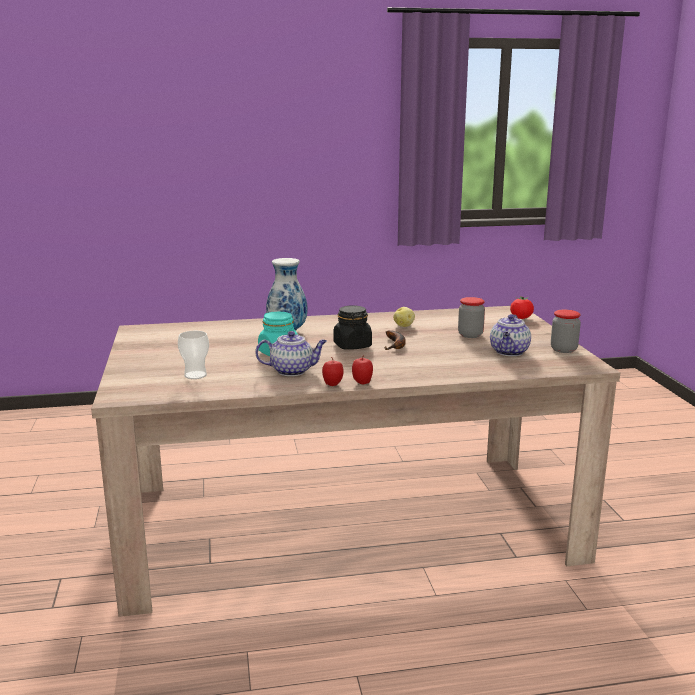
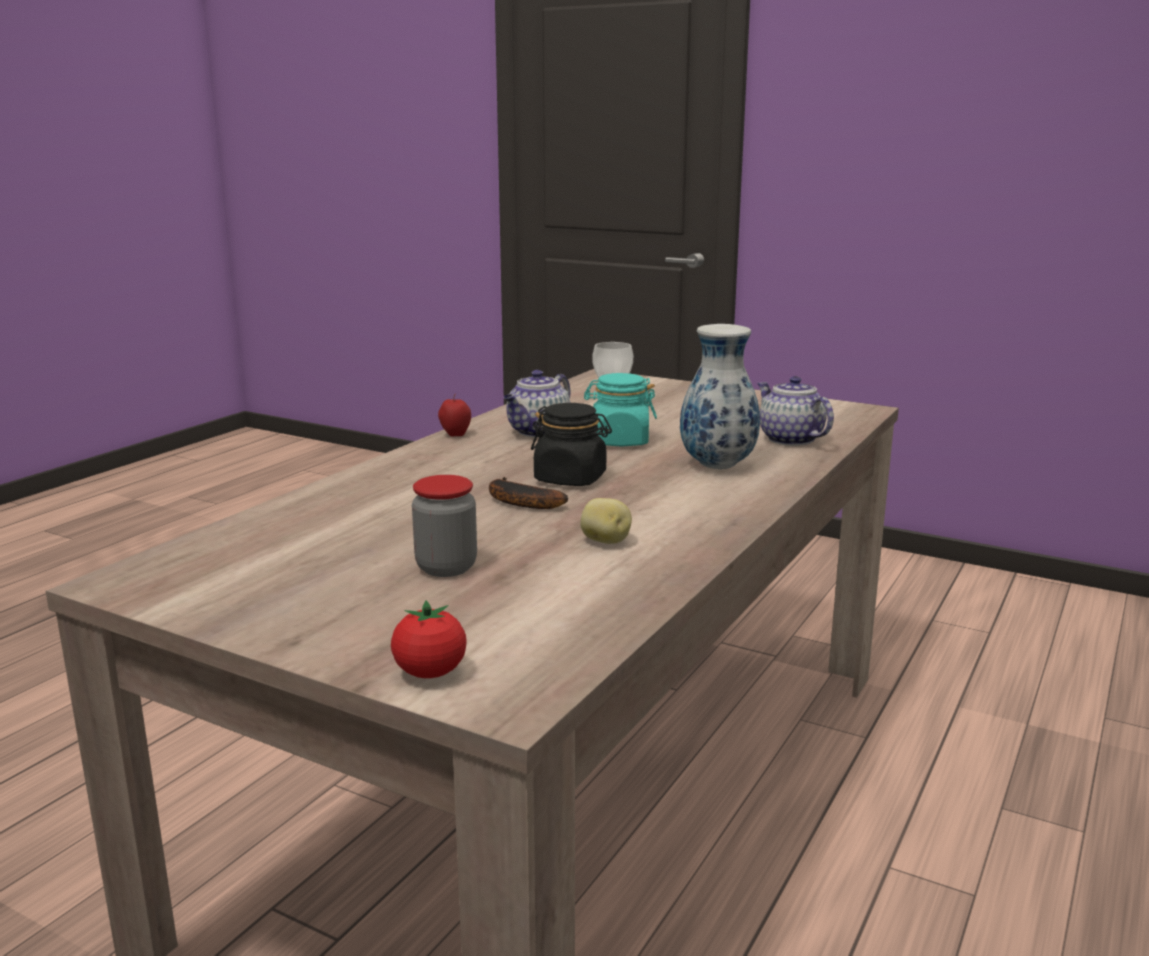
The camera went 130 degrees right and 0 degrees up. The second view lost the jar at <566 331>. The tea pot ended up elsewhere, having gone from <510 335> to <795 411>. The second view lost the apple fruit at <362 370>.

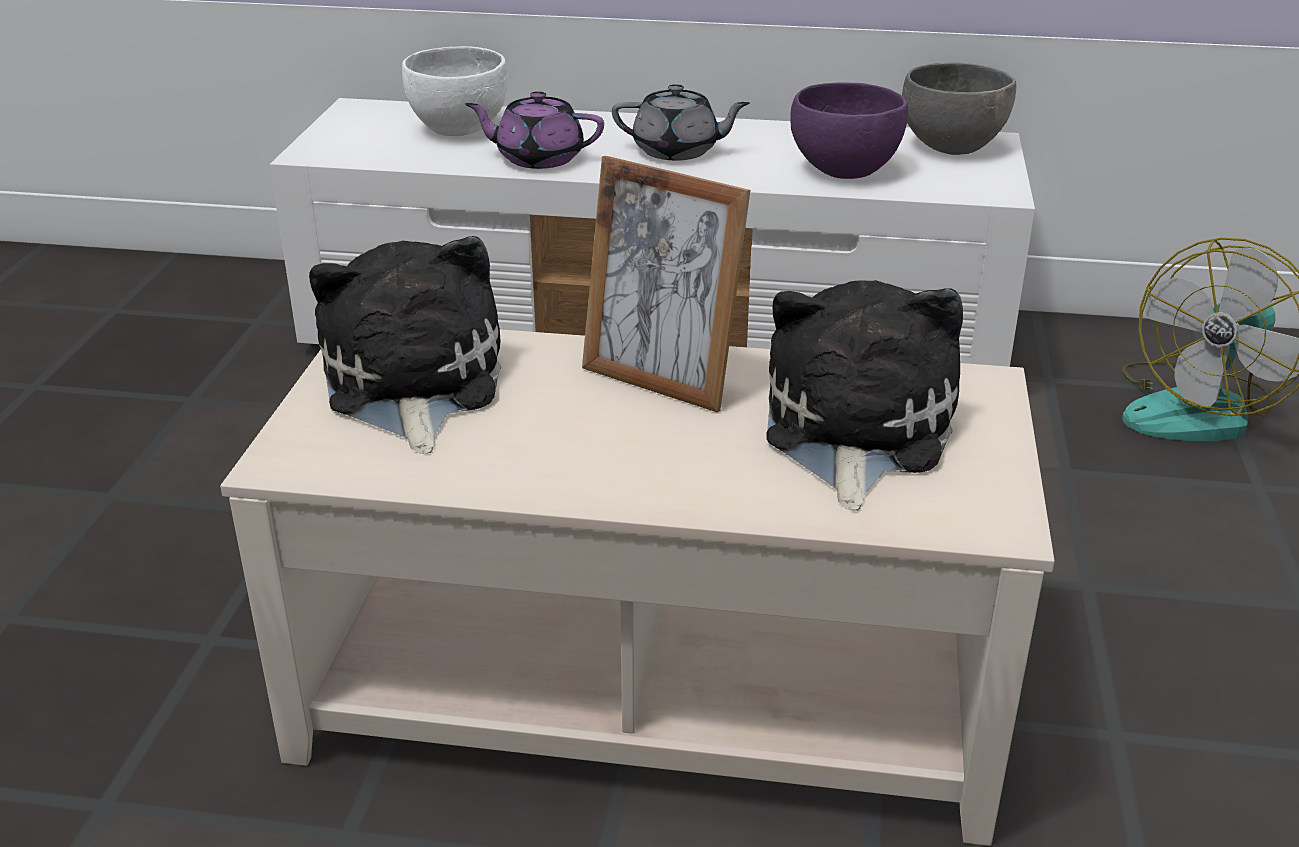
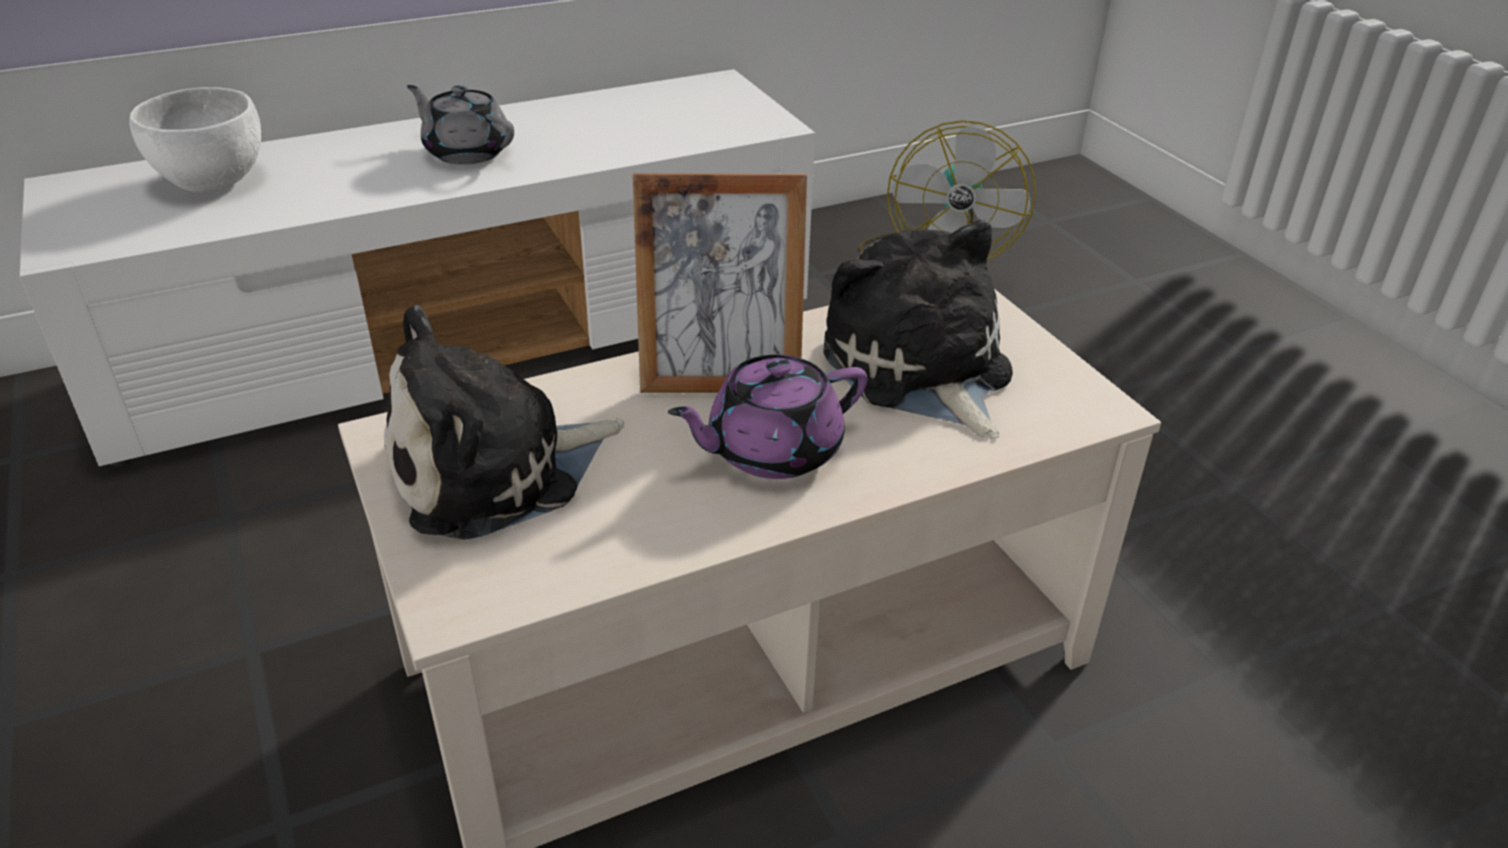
The camera went 35 degrees left and 5 degrees up. The second view lost the greyish deep dish at <959 108>. The second view lost the purple deep dish at <849 131>. The greyish tea pot at <681 122> ended up facing another way, 120 degrees counterclockwise from before. The purple tea pot ended up elsewhere, having gone from <534 130> to <768 417>. The soft toy at <405 345> ended up facing another way, 75 degrees counterclockwise from before.

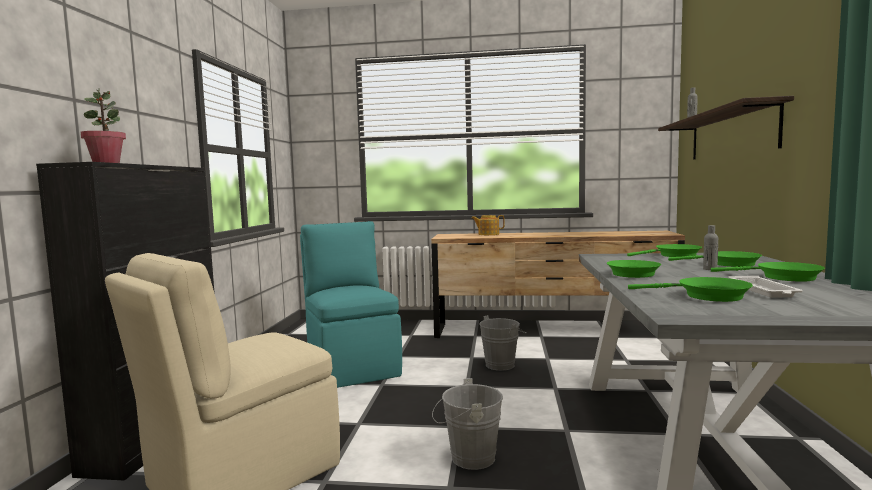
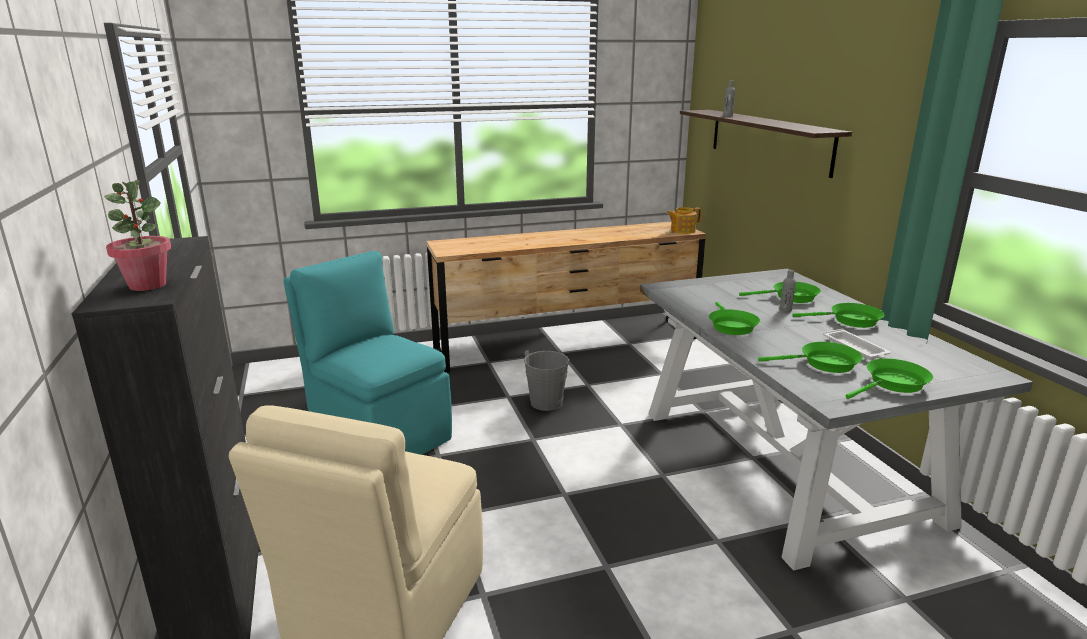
The camera went 25 degrees left and 15 degrees up. The tea pot ended up elsewhere, having gone from <488 225> to <684 220>. The green-coloured frying pan ended up elsewhere, having gone from <664 250> to <889 378>. The second view lost the greyish water bucket at <467 424>.

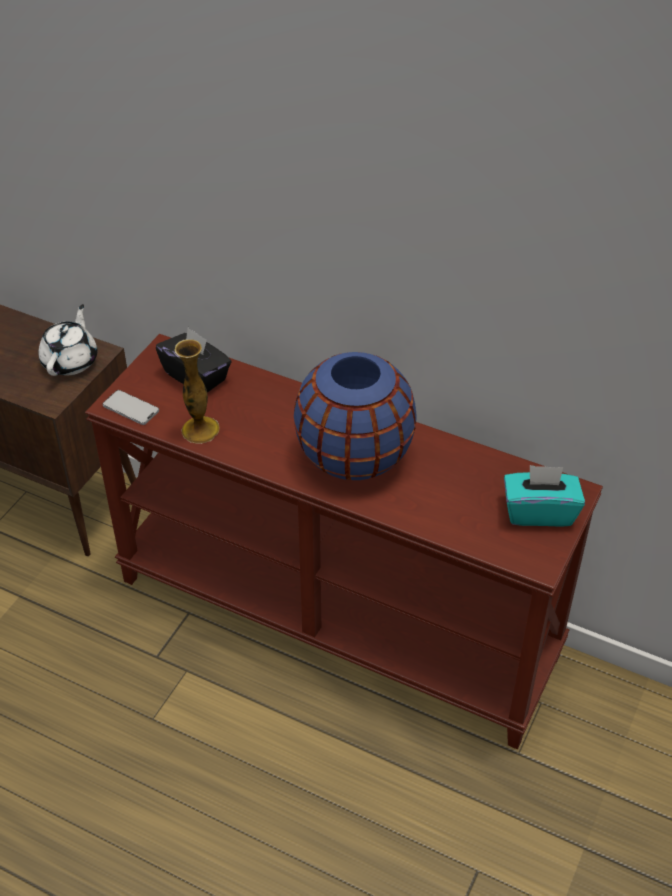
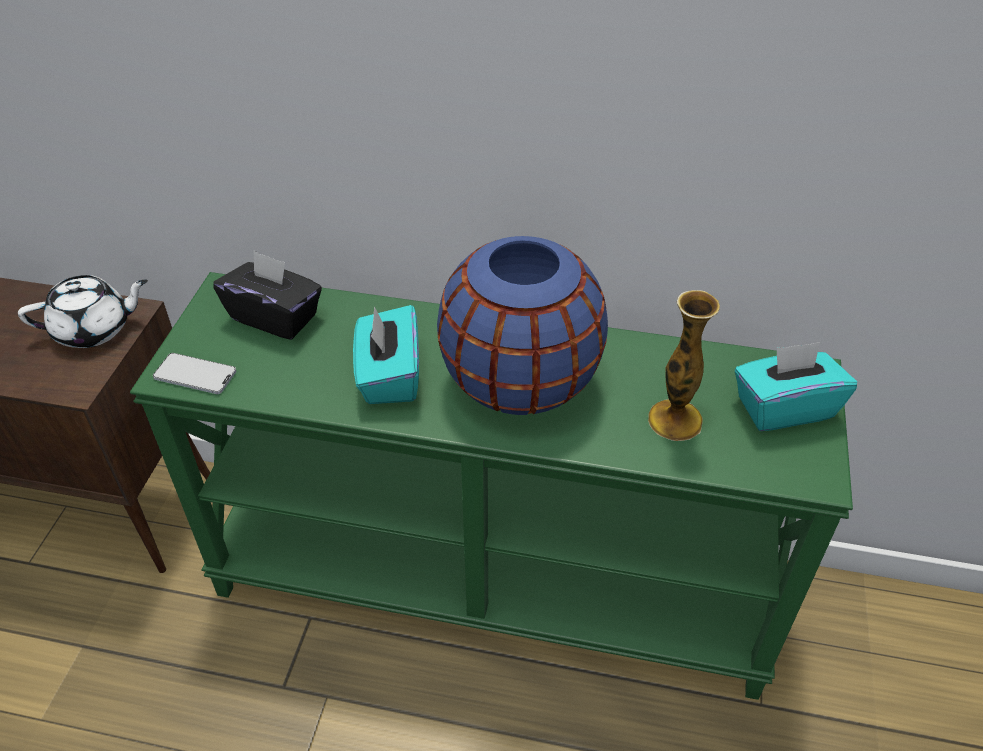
The camera went 15 degrees left and 0 degrees up. The whitish tea pot at <67 340> ended up facing another way, 75 degrees clockwise from before. What was the brown-coloured console table at <344 542> turned into the green-coloured console table at <491 486>. The decorative vase ended up elsewhere, having gone from <197 391> to <684 365>. The second view gained the blue-green tissue box at <386 354>.

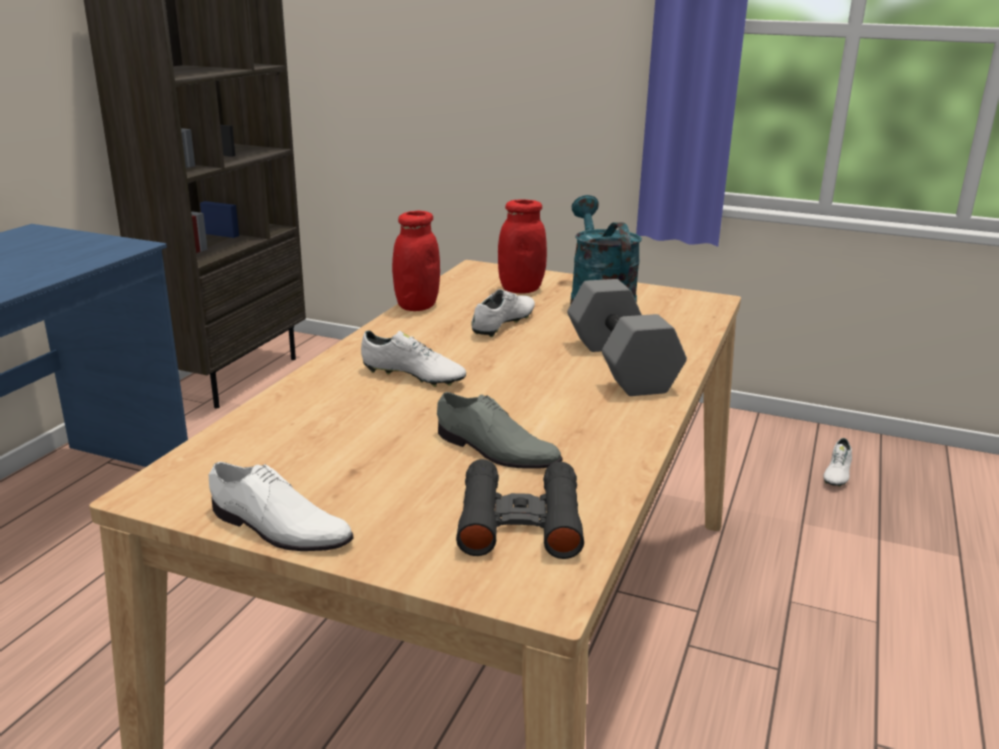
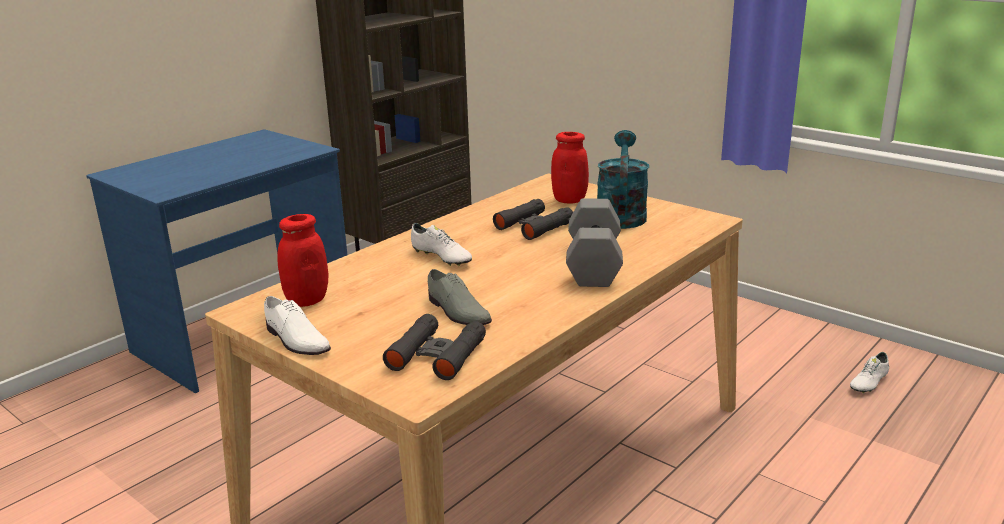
The camera went 20 degrees right and 0 degrees up. The red jar ended up elsewhere, having gone from <416 261> to <302 260>. Where the whitish shoe stood at <503 313>, the black field glasses came to stand at <533 219>.

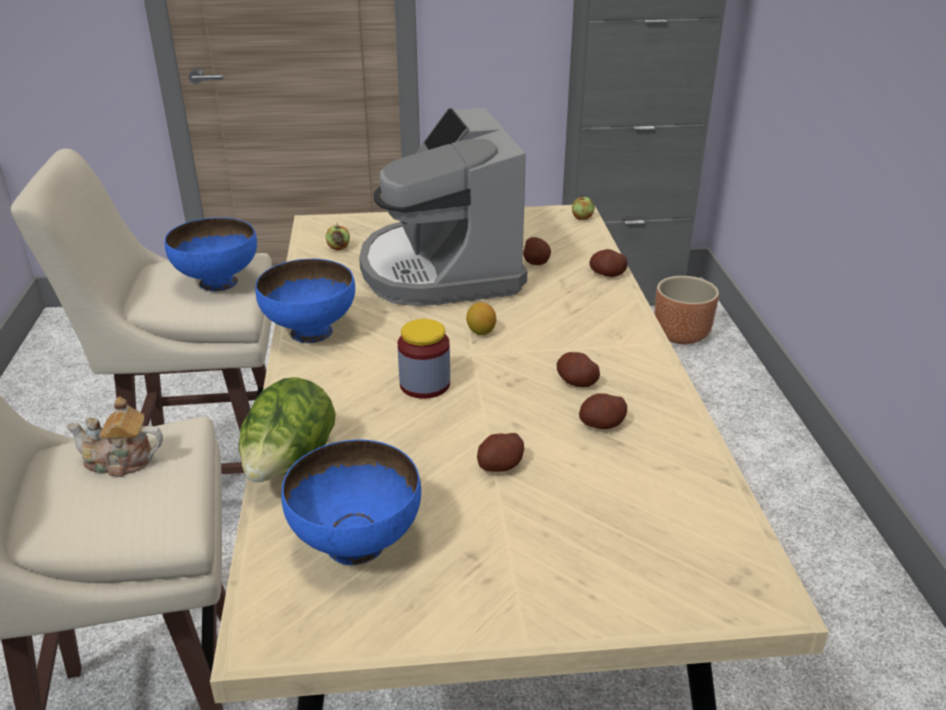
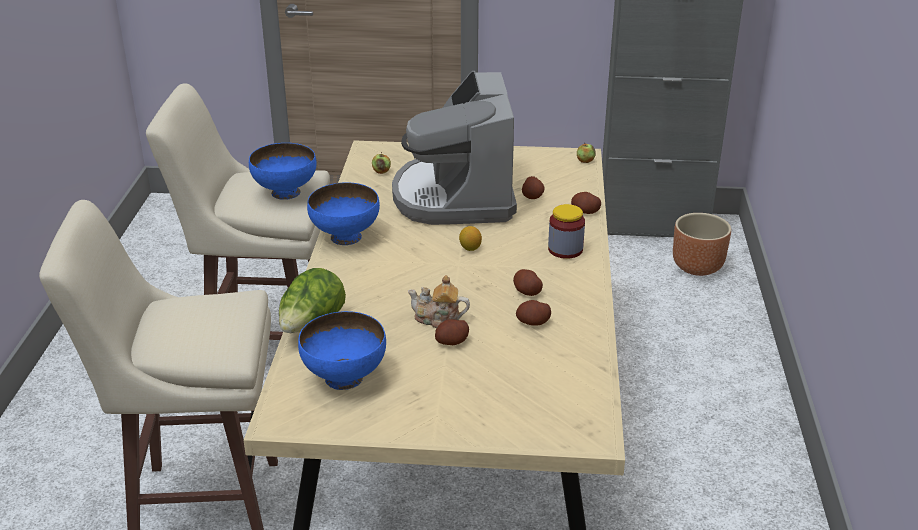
The camera went 10 degrees right and 0 degrees up. The jar ended up elsewhere, having gone from <424 359> to <566 231>. The tea pot ended up elsewhere, having gone from <114 437> to <439 301>.

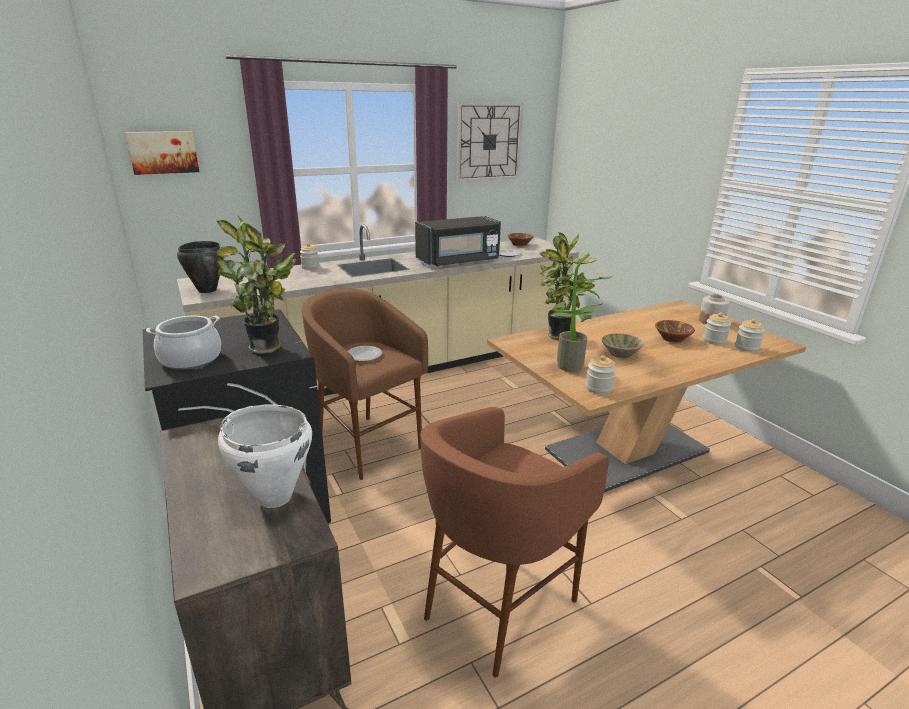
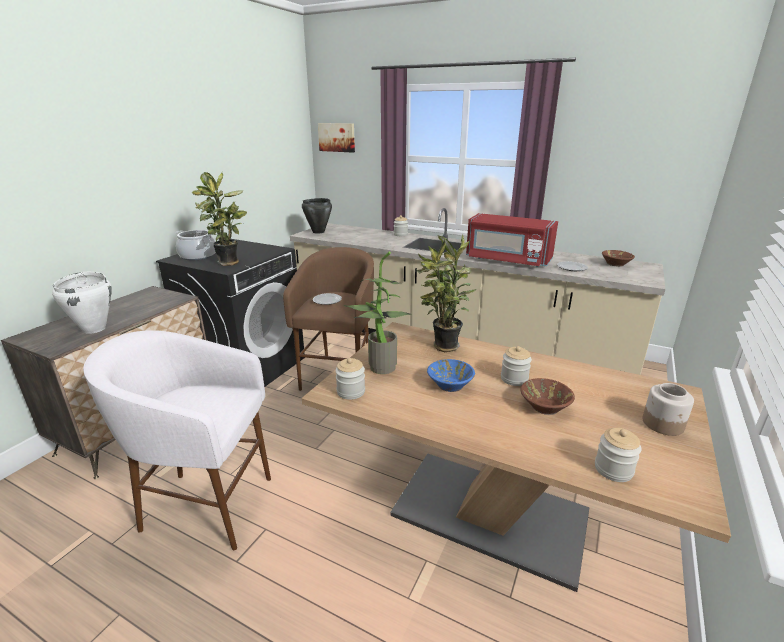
The camera went 55 degrees right and 0 degrees up. The second view lost the wall clock at <490 142>. What was the black microwave oven at <458 241> turned into the red microwave oven at <512 240>. The jar ended up elsewhere, having gone from <717 328> to <516 366>. What was the beige-coloured deep dish at <622 345> turned into the blue-coloured deep dish at <451 375>. What was the brown-coloured stool seat at <514 542> turned into the whitish stool seat at <177 440>.

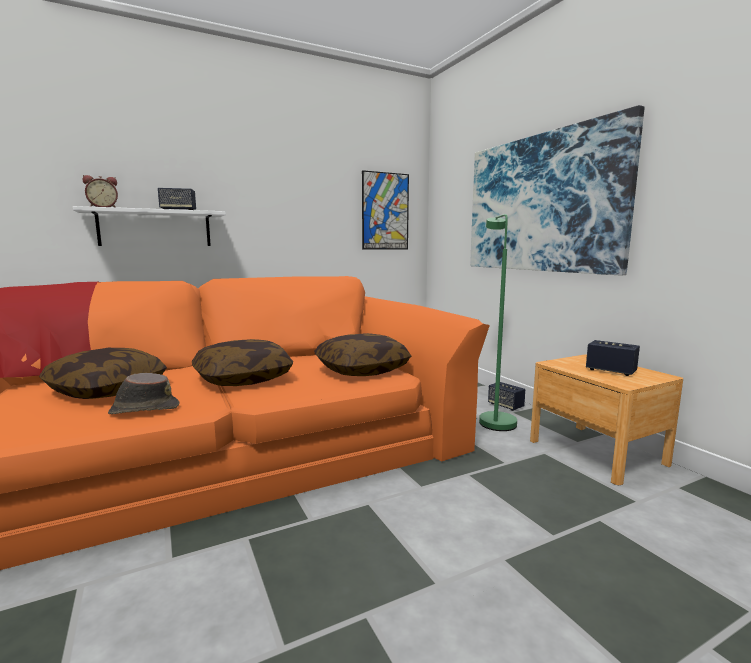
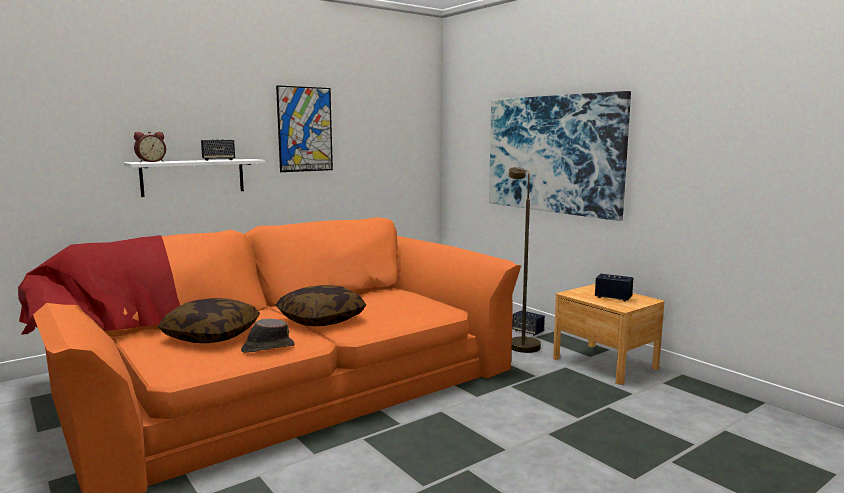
The camera went 10 degrees left and 0 degrees up. The wall picture ended up elsewhere, having gone from <385 210> to <304 128>. What was the green-coloured floor lamp at <498 322> turned into the brown-coloured floor lamp at <524 260>. The second view lost the throw pillow at <362 354>.

